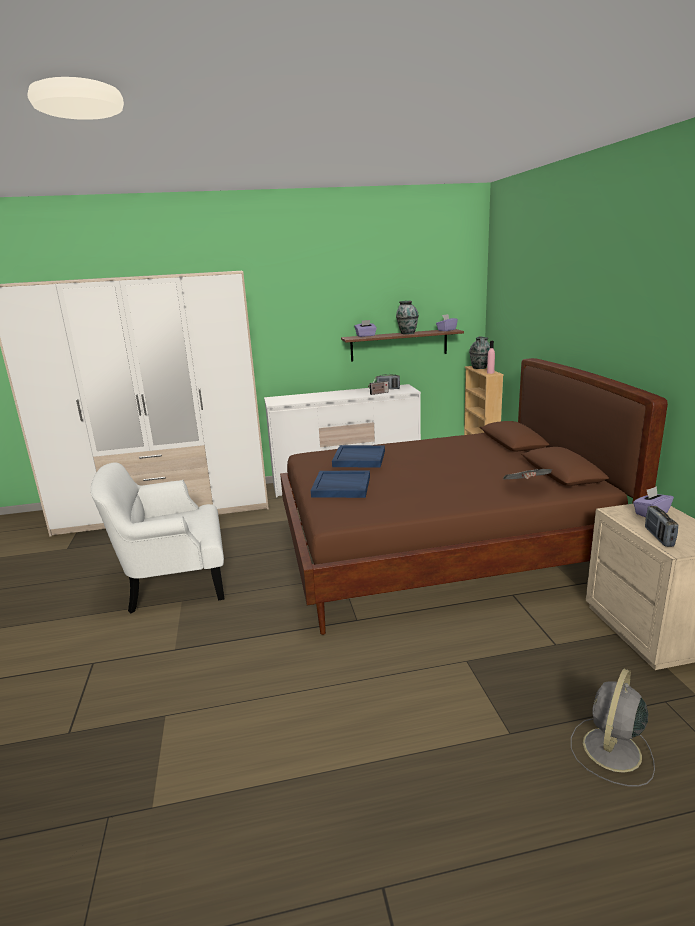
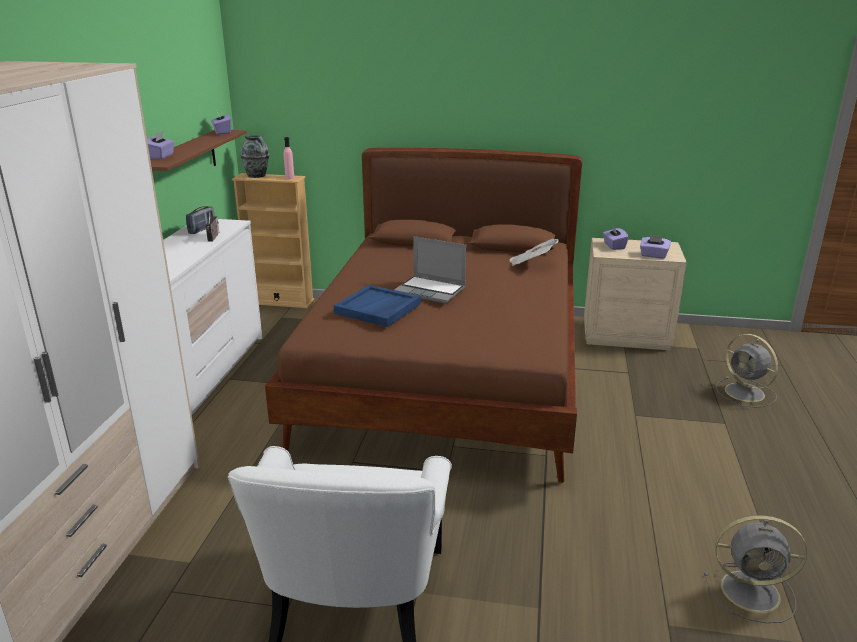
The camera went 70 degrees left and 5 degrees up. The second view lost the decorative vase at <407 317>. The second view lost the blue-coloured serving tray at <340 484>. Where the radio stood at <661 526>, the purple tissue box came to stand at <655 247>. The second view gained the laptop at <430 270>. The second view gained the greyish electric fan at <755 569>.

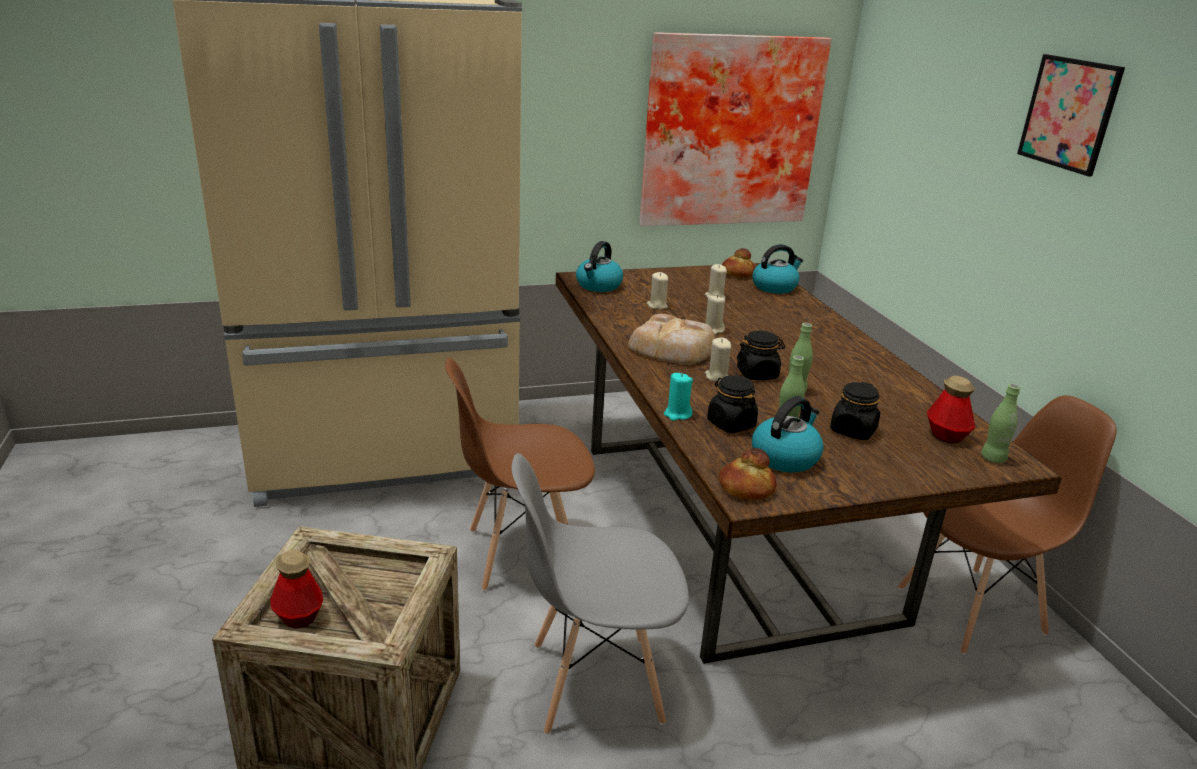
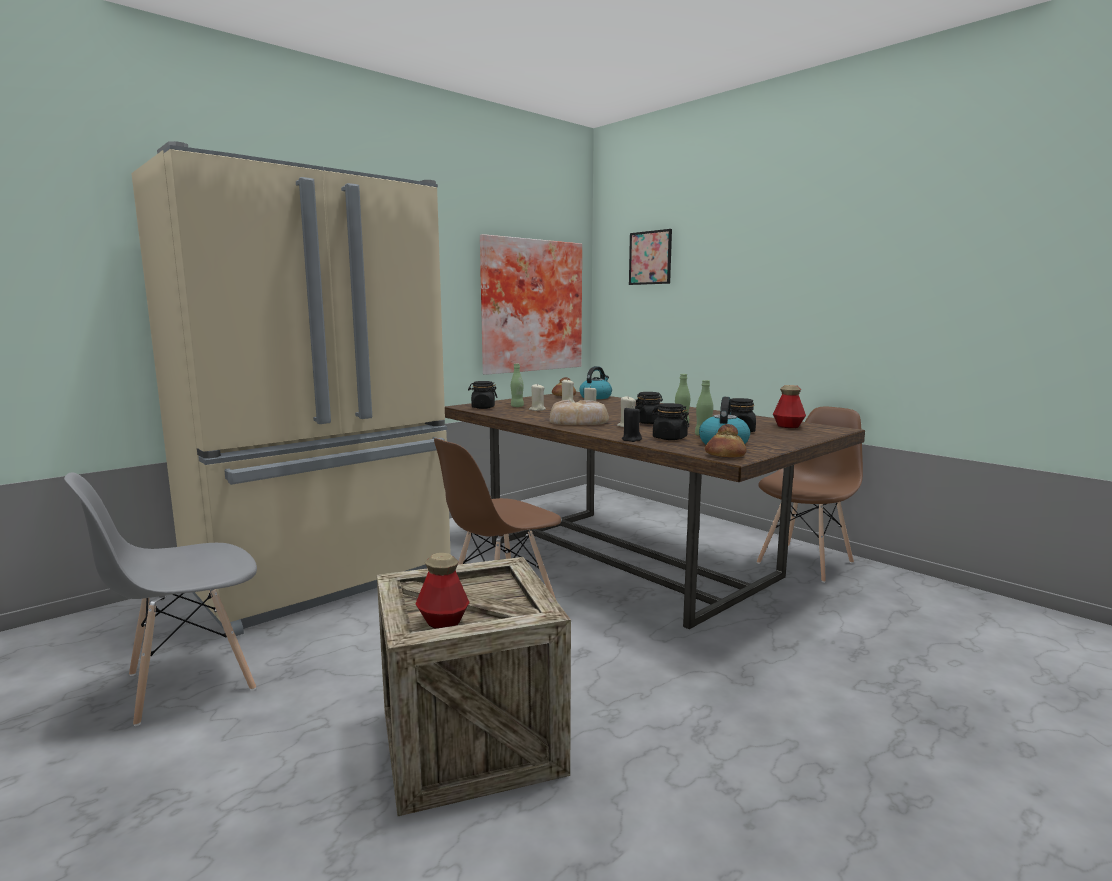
The camera went 25 degrees left and 15 degrees down. The wall picture ended up elsewhere, having gone from <1071 115> to <650 257>. Where the water kettle stood at <599 266>, the black jar came to stand at <482 395>. What was the blue-green candle at <678 397> turned into the black candle at <632 424>. The green-coloured drink bottle ended up elsewhere, having gone from <1000 423> to <517 385>. The greyish plain chair ended up elsewhere, having gone from <600 594> to <160 599>.

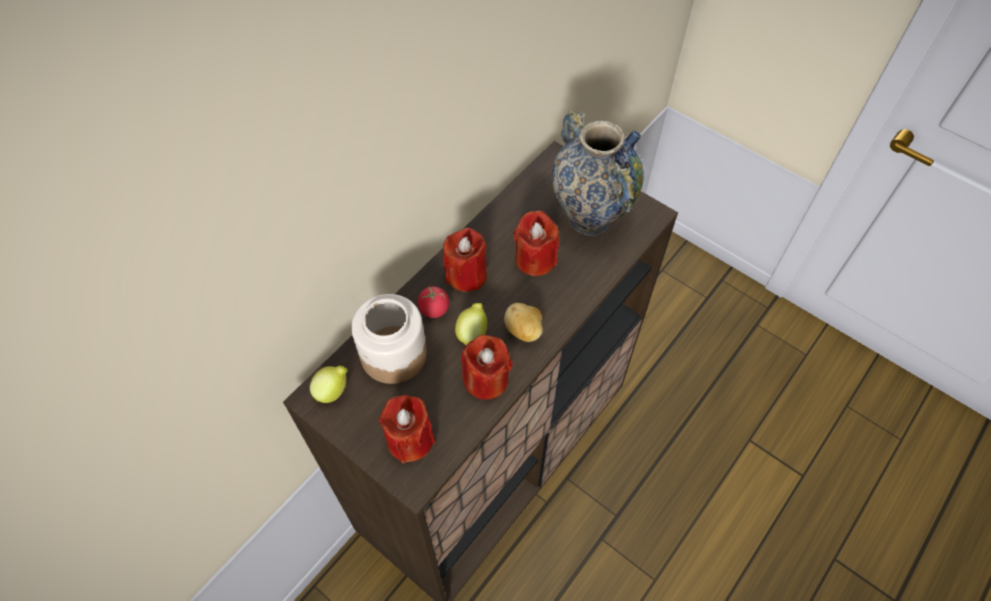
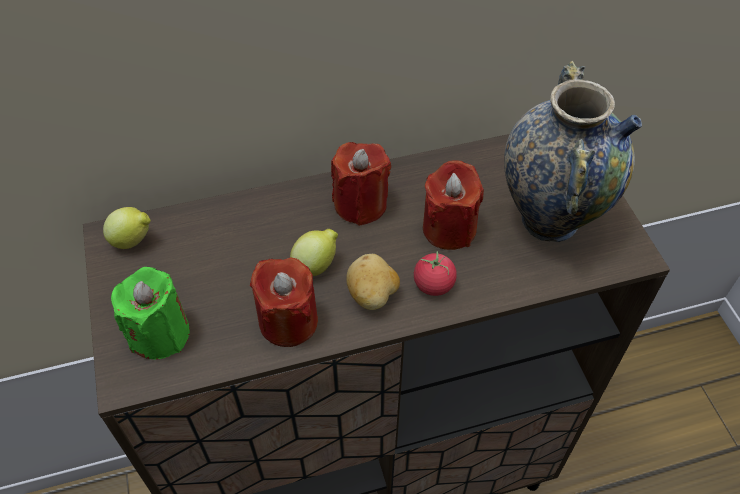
The camera went 35 degrees right and 5 degrees down. The fresh tomato ended up elsewhere, having gone from <433 302> to <435 273>. The second view lost the jar at <389 339>. What was the red candle at <407 429> turned into the green-coloured candle at <150 313>.

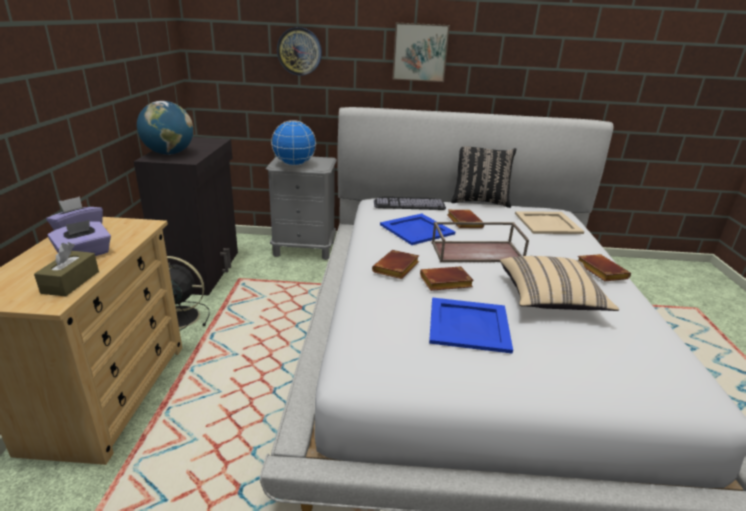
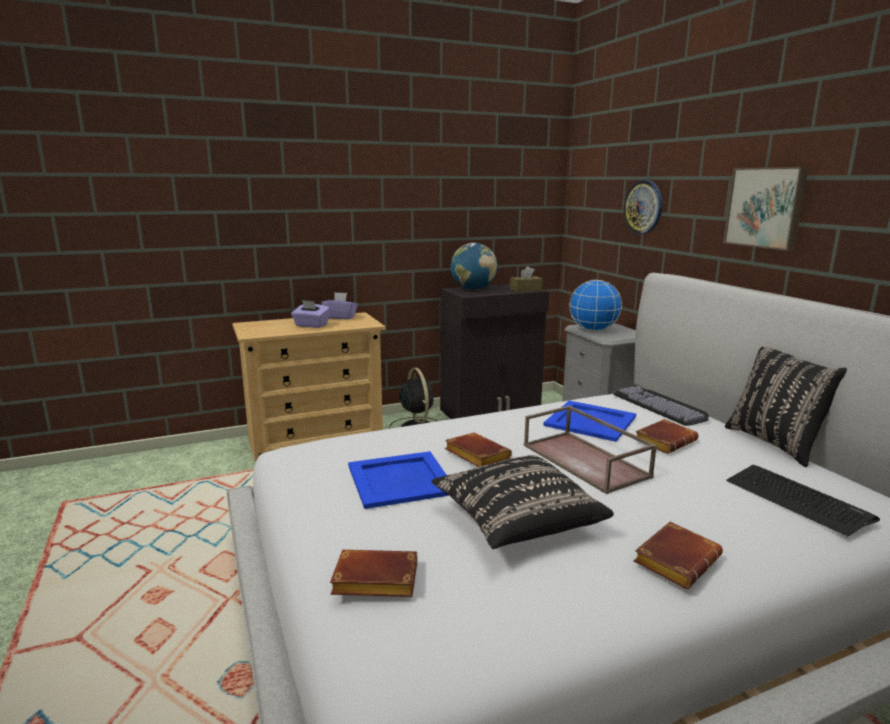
The camera went 65 degrees right and 10 degrees down. Where the beige-coloured serving tray stood at <550 222>, the PC keyboard came to stand at <803 501>. The brown-coloured tissue box ended up elsewhere, having gone from <66 269> to <526 279>. The brown-coloured book ended up elsewhere, having gone from <395 264> to <373 573>. What was the beige-coloured throw pillow at <559 283> turned into the black throw pillow at <523 502>.

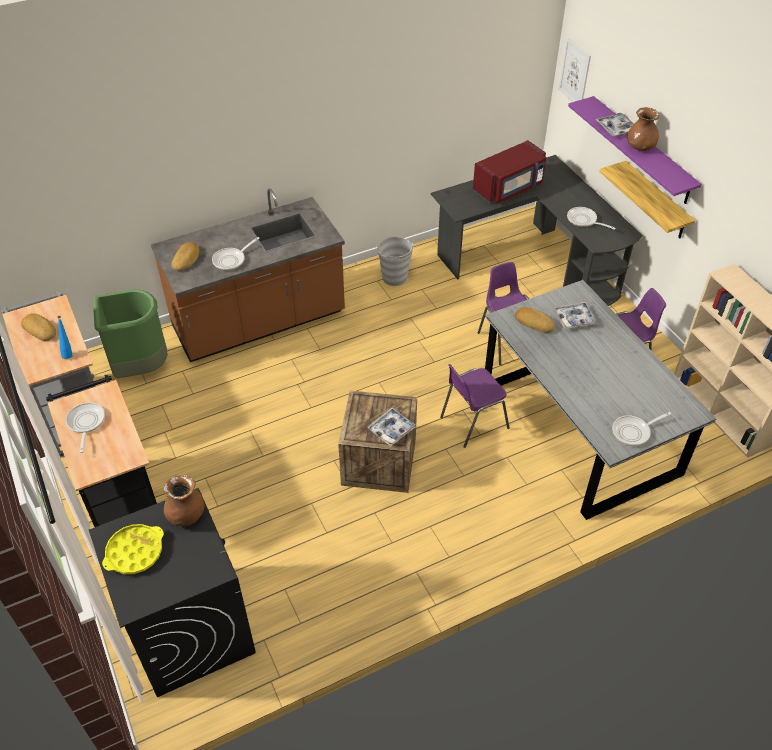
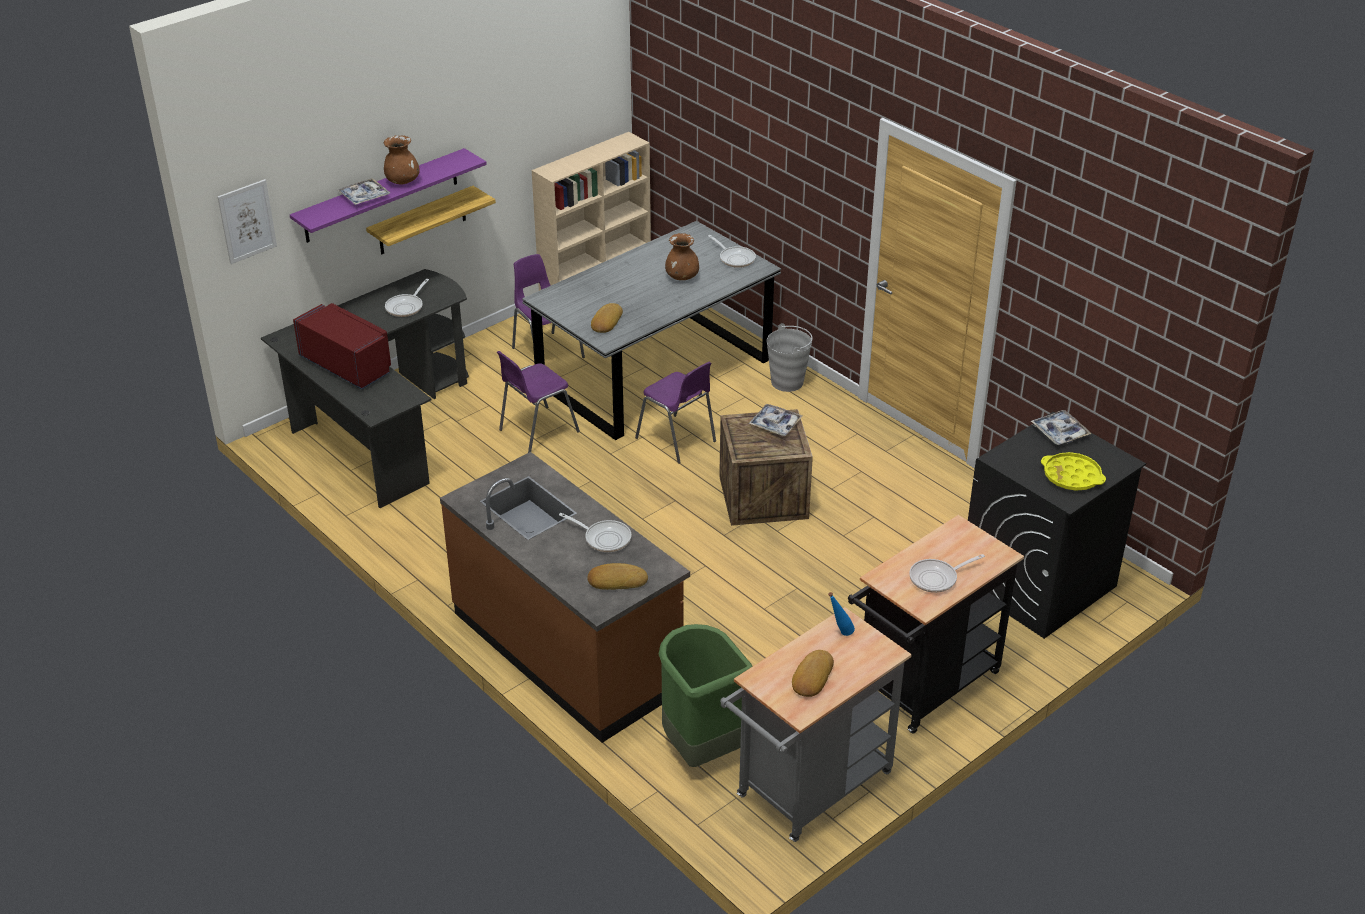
The camera went 105 degrees left and 10 degrees down. The greyish water bucket ended up elsewhere, having gone from <395 261> to <790 357>. The serving tray ended up elsewhere, having gone from <576 315> to <1061 427>. The brown-coloured decorative vase ended up elsewhere, having gone from <183 500> to <682 256>.

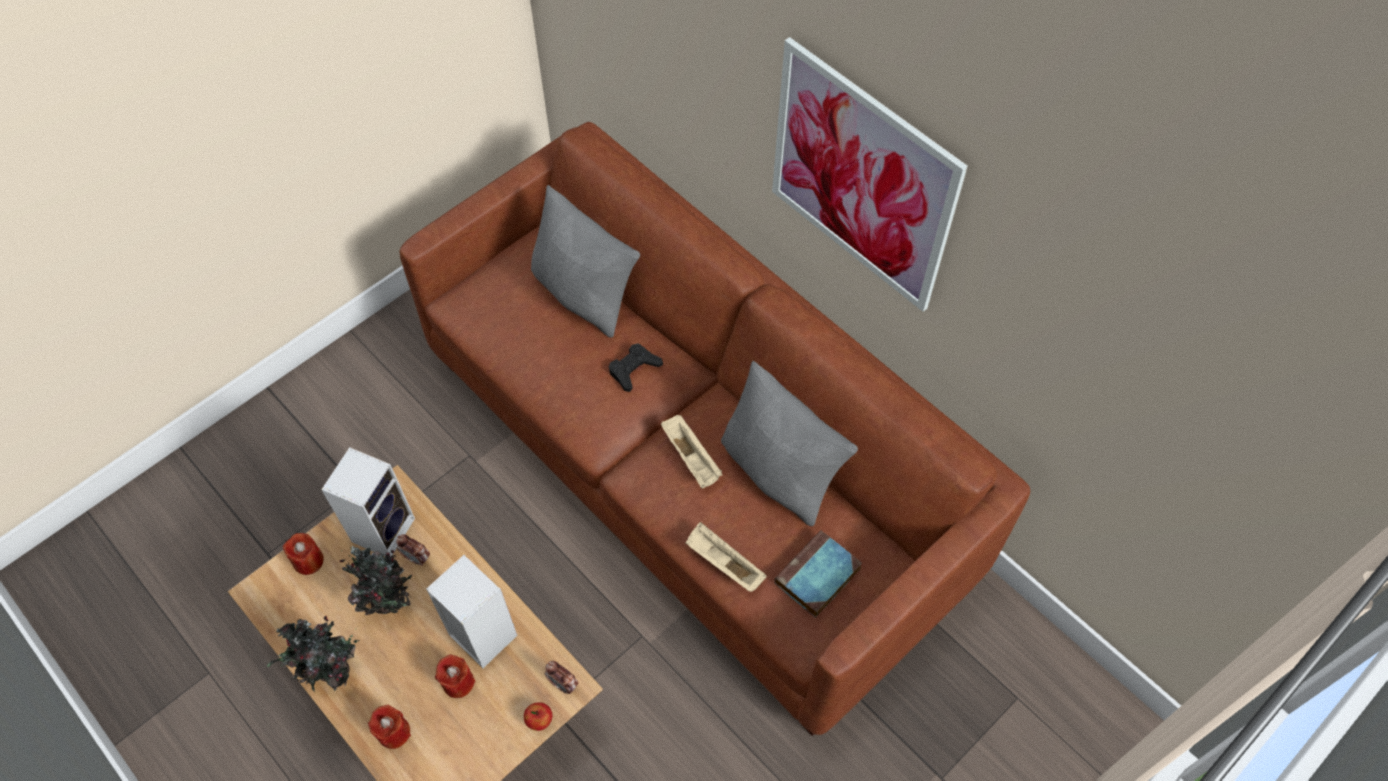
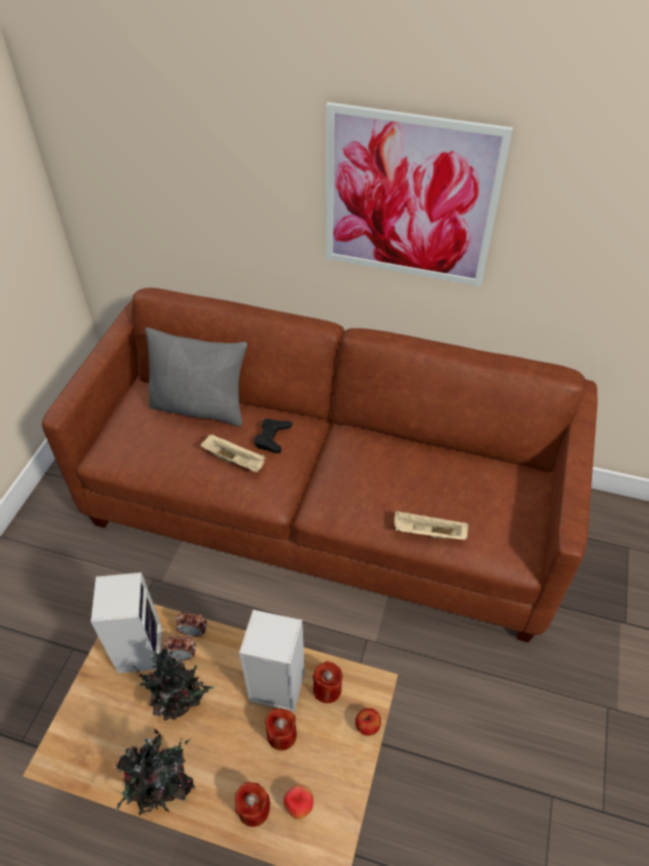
The camera went 30 degrees left and 10 degrees down. The second view lost the greyish throw pillow at <789 443>. The beige-coloured serving tray ended up elsewhere, having gone from <691 451> to <233 453>. The second view lost the book at <818 574>. The red candle ended up elsewhere, having gone from <303 554> to <328 682>. The table clock ended up elsewhere, having gone from <561 677> to <191 624>. The second view gained the apple fruit at <298 801>.

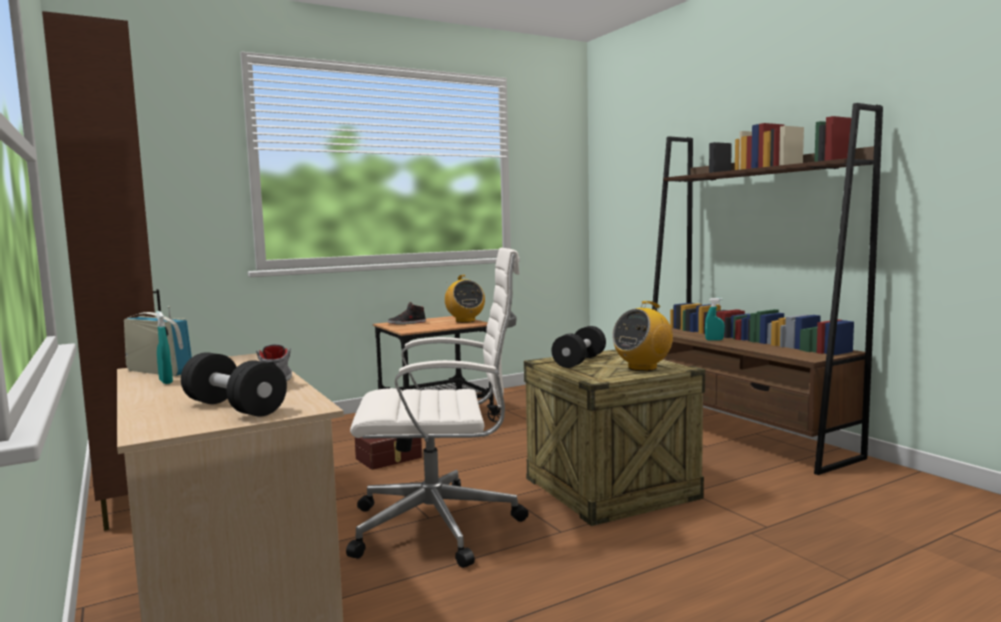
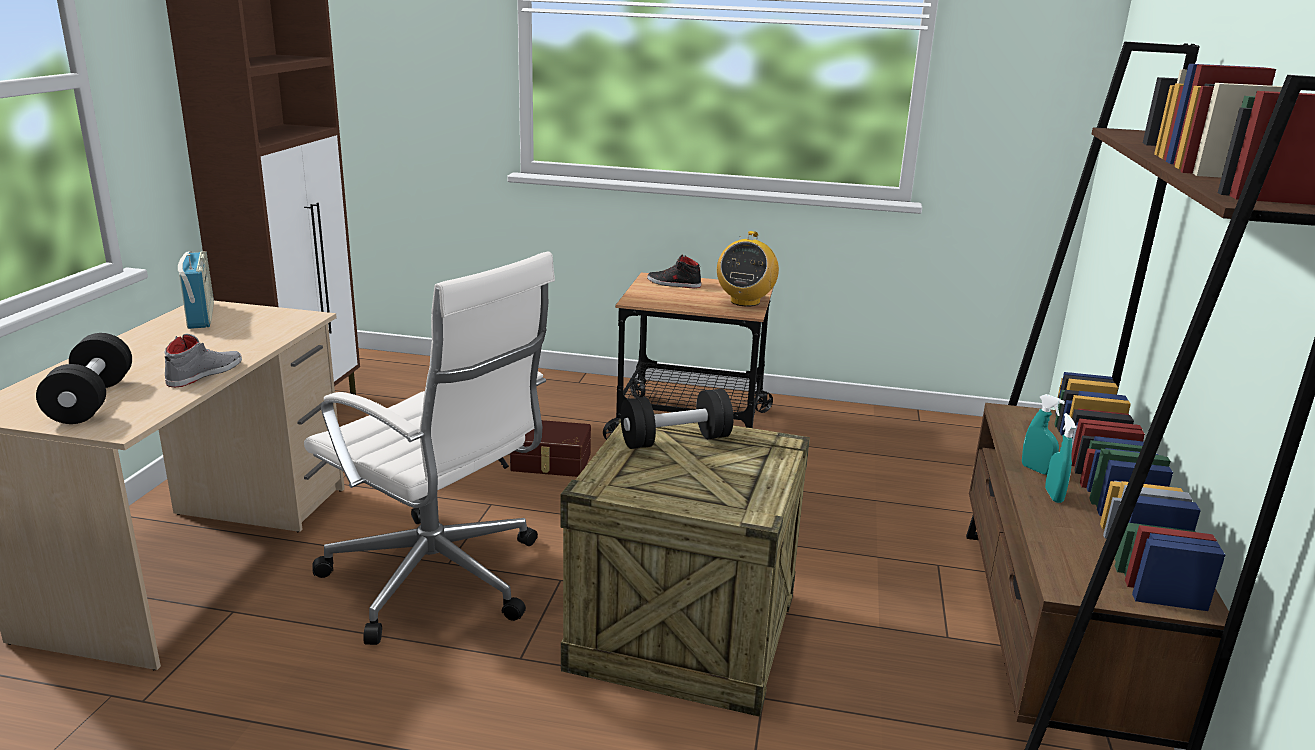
The camera went 40 degrees right and 15 degrees up. The second view lost the radio at <642 336>. The blue-green spray bottle ended up elsewhere, having gone from <164 347> to <1060 458>.

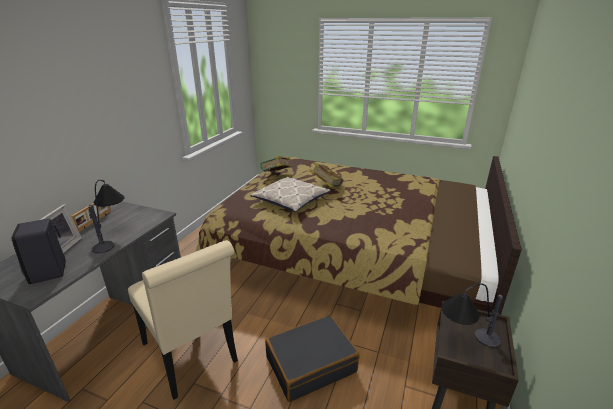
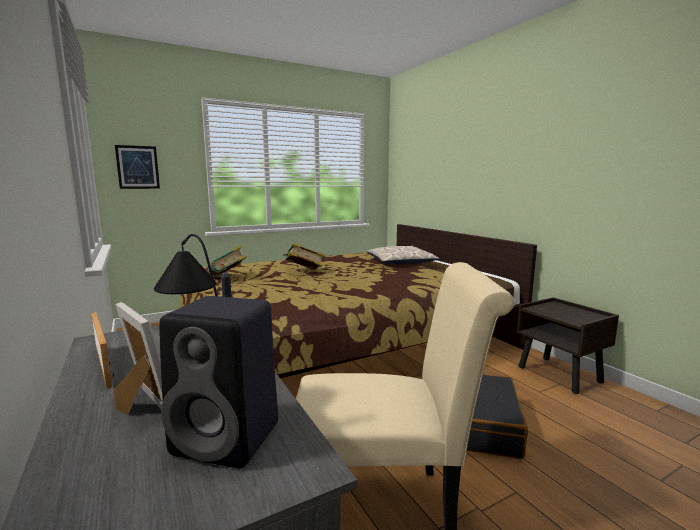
The camera went 50 degrees left and 15 degrees down. The throw pillow ended up elsewhere, having gone from <290 194> to <402 254>. The second view lost the lamp for a table at <472 315>. The second view gained the wall picture at <137 167>.

